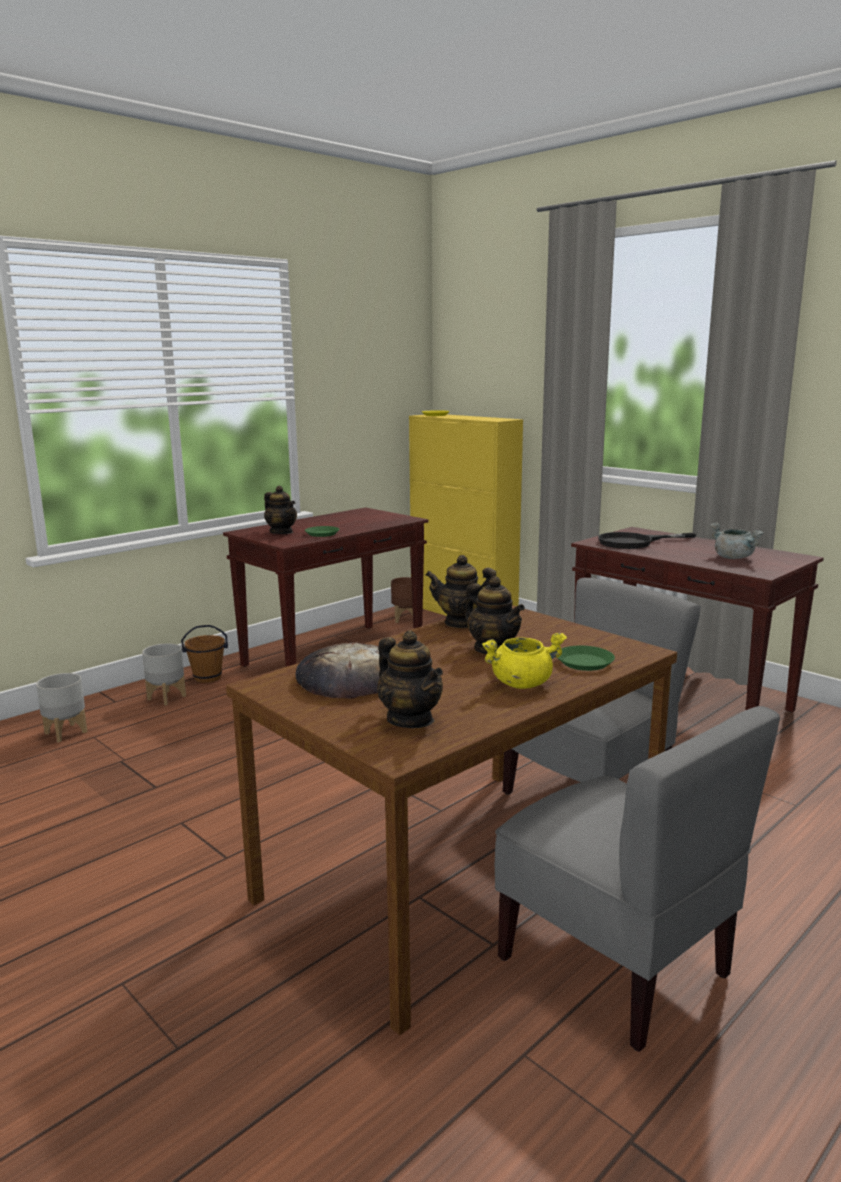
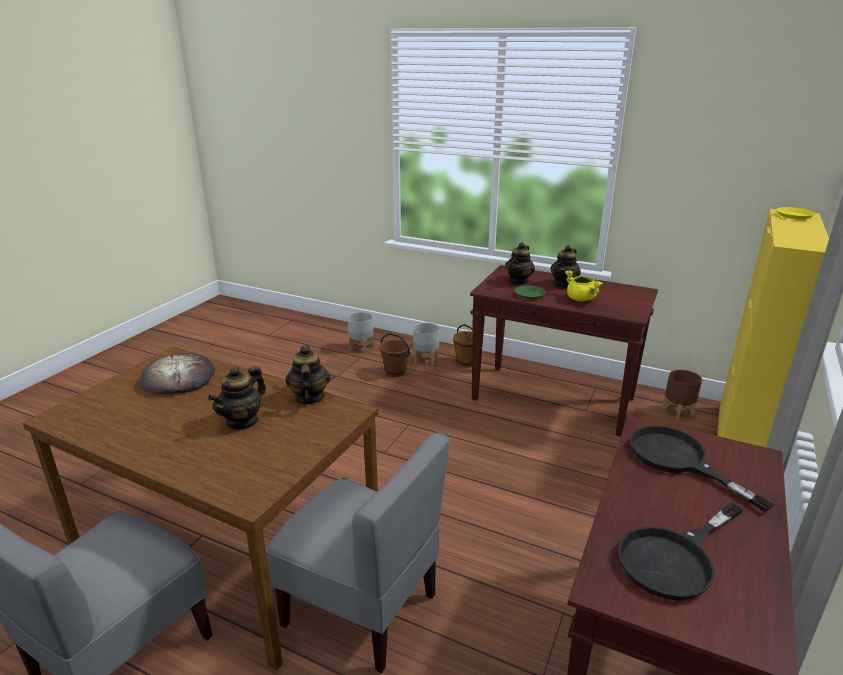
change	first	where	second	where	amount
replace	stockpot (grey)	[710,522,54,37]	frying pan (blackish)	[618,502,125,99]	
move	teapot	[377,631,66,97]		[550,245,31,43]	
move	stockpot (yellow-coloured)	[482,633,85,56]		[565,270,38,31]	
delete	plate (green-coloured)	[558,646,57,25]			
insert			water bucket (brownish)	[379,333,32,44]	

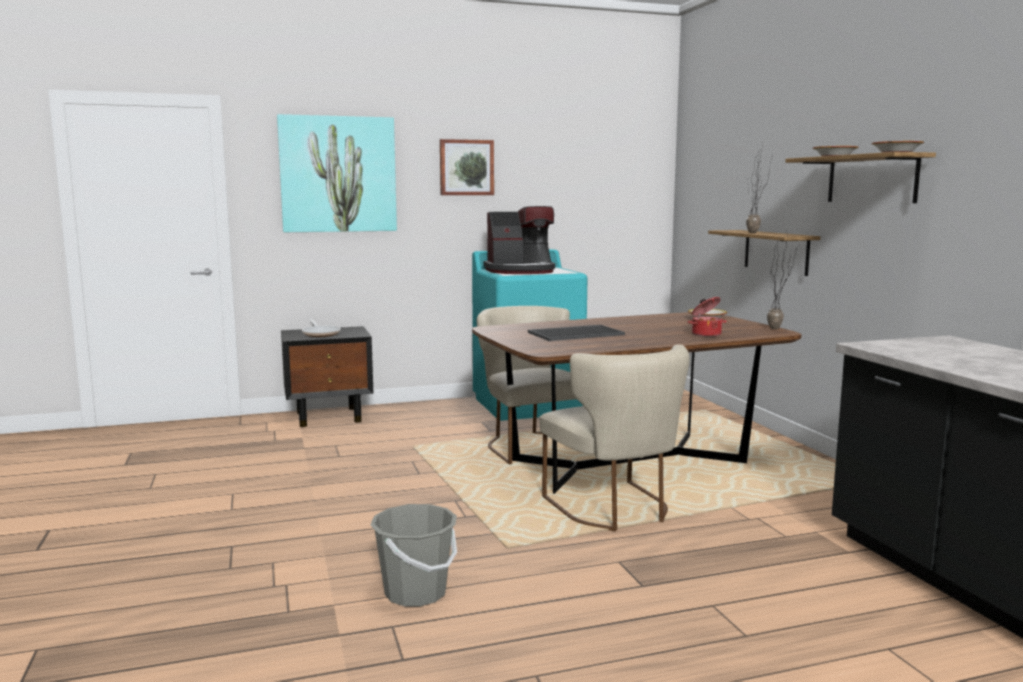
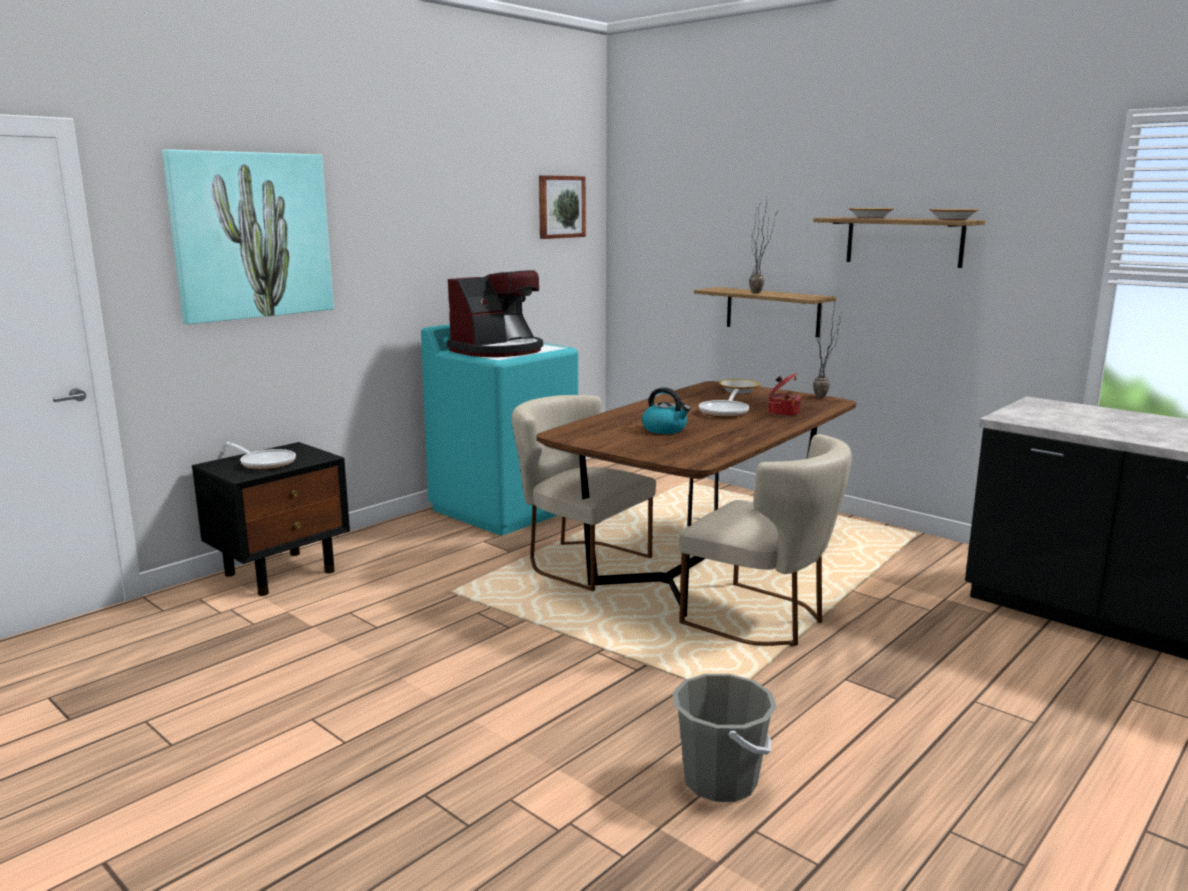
change	first	where	second	where	amount
move	wall picture	[440,139,54,56]		[539,175,47,64]	
replace	serving tray	[528,325,97,16]	tea kettle	[642,387,49,47]	
insert			frying pan	[699,389,50,28]	

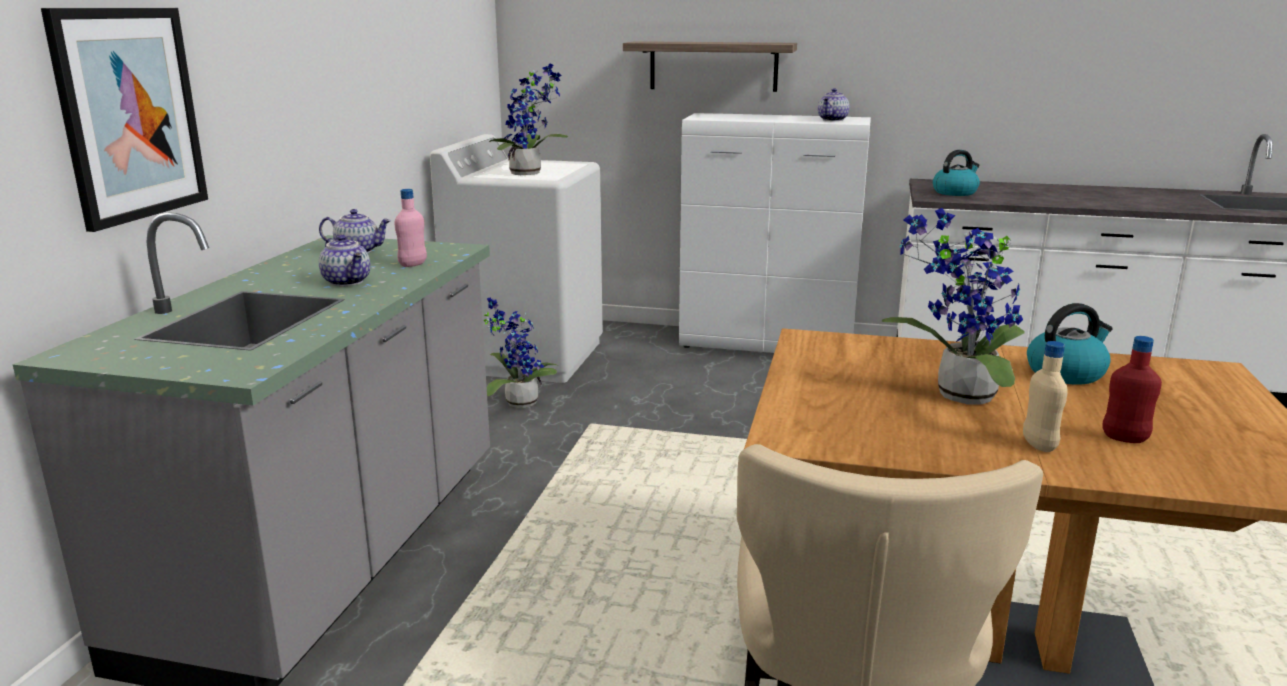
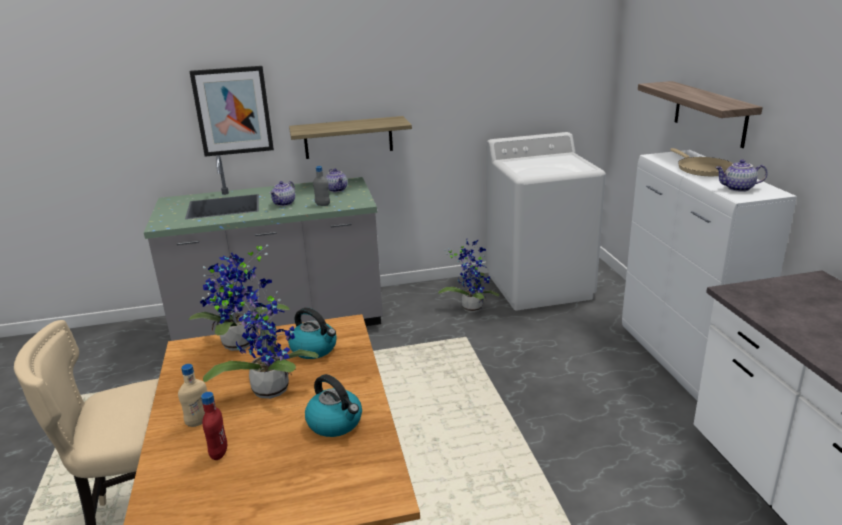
change	first	where	second	where	amount
move	plant in a pot	[489,63,79,112]		[188,244,102,107]	
move	tea kettle	[933,150,47,46]		[288,308,49,51]	
recolor	beverage bottle (pink)	[395,189,32,78]	beverage bottle (grey)	[313,166,17,40]	
insert			bracket shelf	[289,116,123,43]	
insert			frying pan (beige-coloured)	[670,148,63,28]	

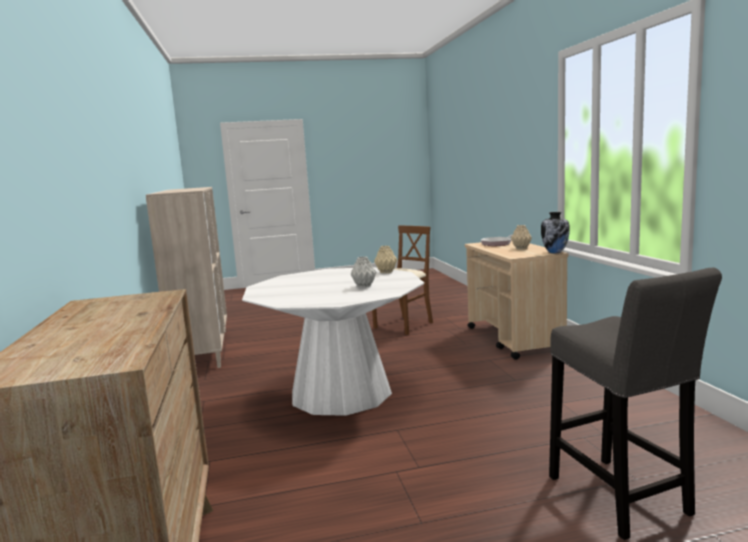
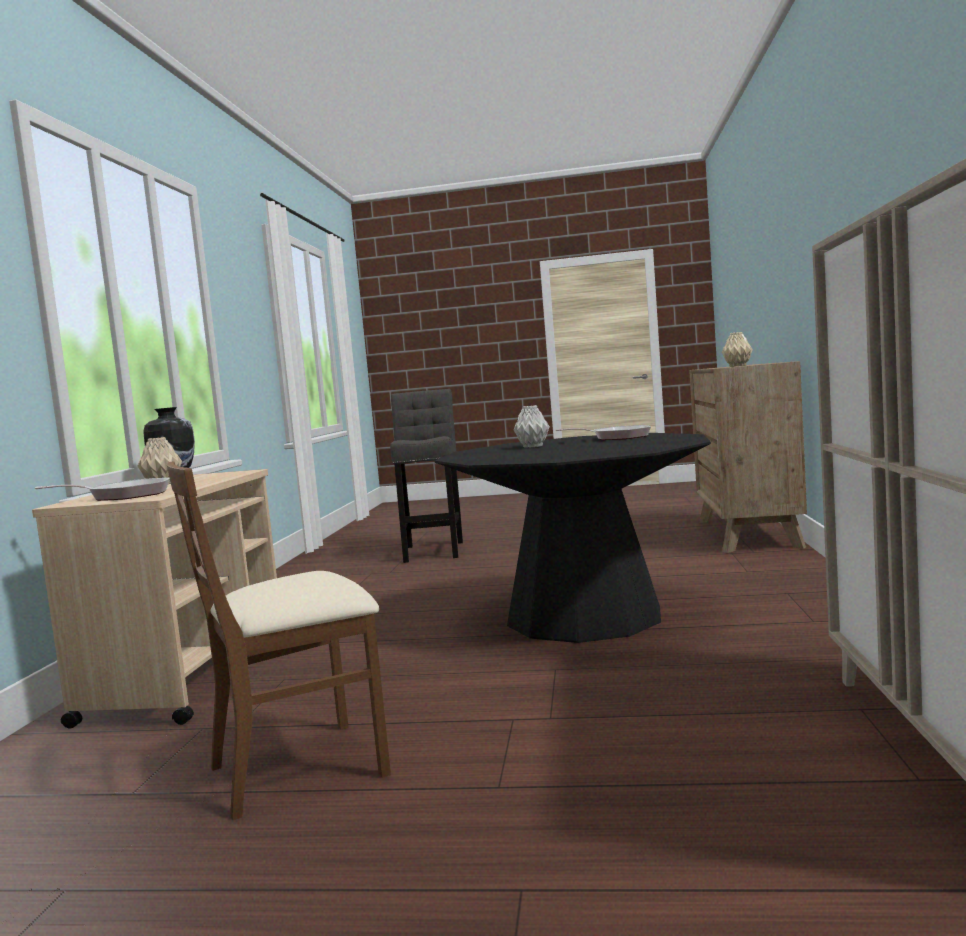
change	first	where	second	where	amount
move	decorative vase (beige-coloured)	[374,246,23,27]		[722,332,31,35]	
recolor	dinner table (white)	[242,267,182,149]	dinner table (blackish)	[434,433,277,210]	
insert			frying pan	[555,425,96,15]	

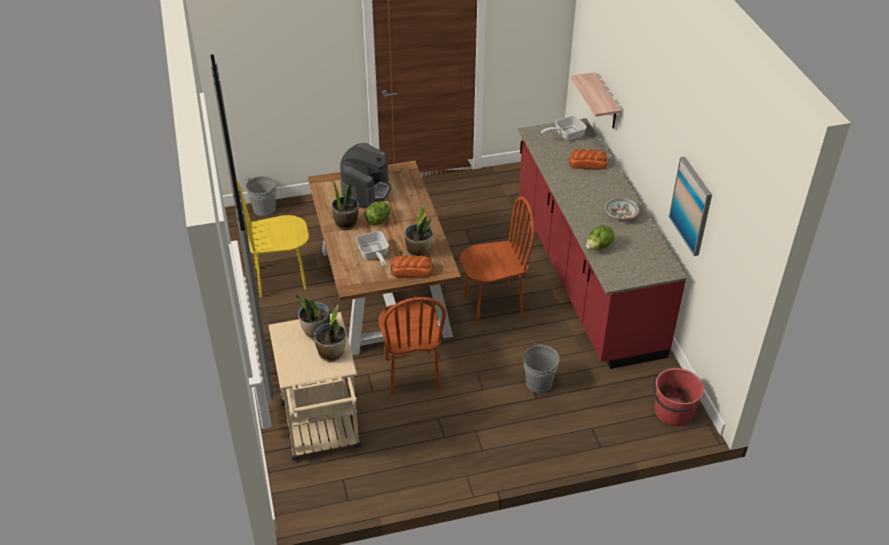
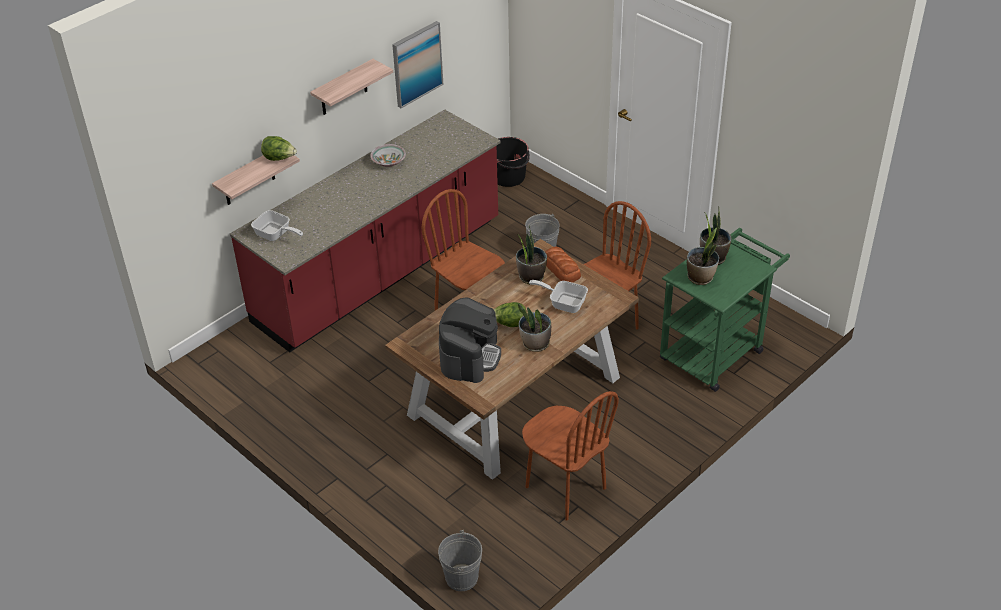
change	first	where	second	where	amount
rotate	coffee brewer	[340,143,51,66]		[439,297,62,86]	120 degrees clockwise
delete	bakery bread	[569,149,38,20]			
recolor	plain chair (yellow-coloured)	[237,181,72,117]	plain chair (brownish)	[522,391,97,130]	
move	lettuce	[586,225,29,25]		[261,136,36,25]	
rotate	frying pan	[356,231,33,35]		[529,280,59,33]	105 degrees counterclockwise
recolor	cart (beige-coloured)	[268,312,93,149]	cart (green-coloured)	[660,228,130,164]	
recolor	water bucket (red-coloured)	[653,368,51,58]	water bucket (blackish)	[497,137,33,50]	
insert			bracket shelf	[310,59,83,56]	

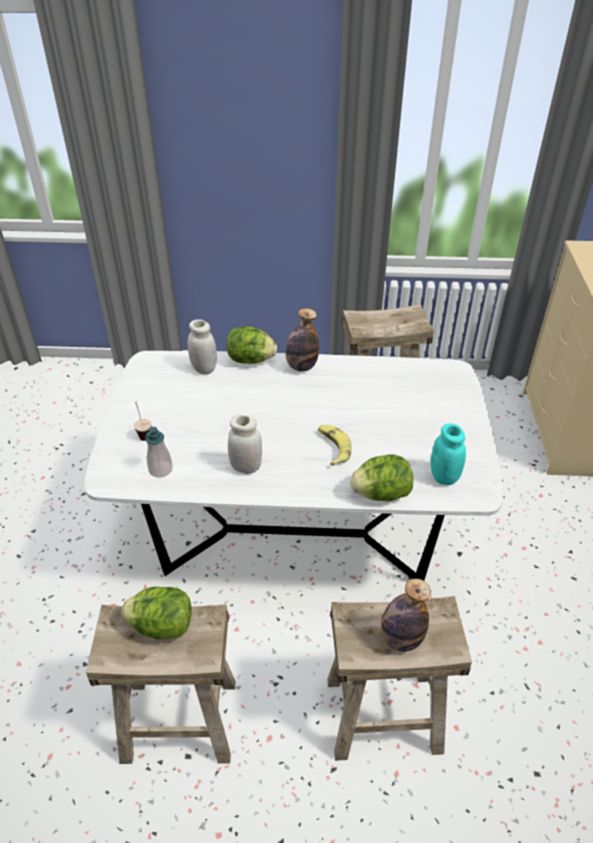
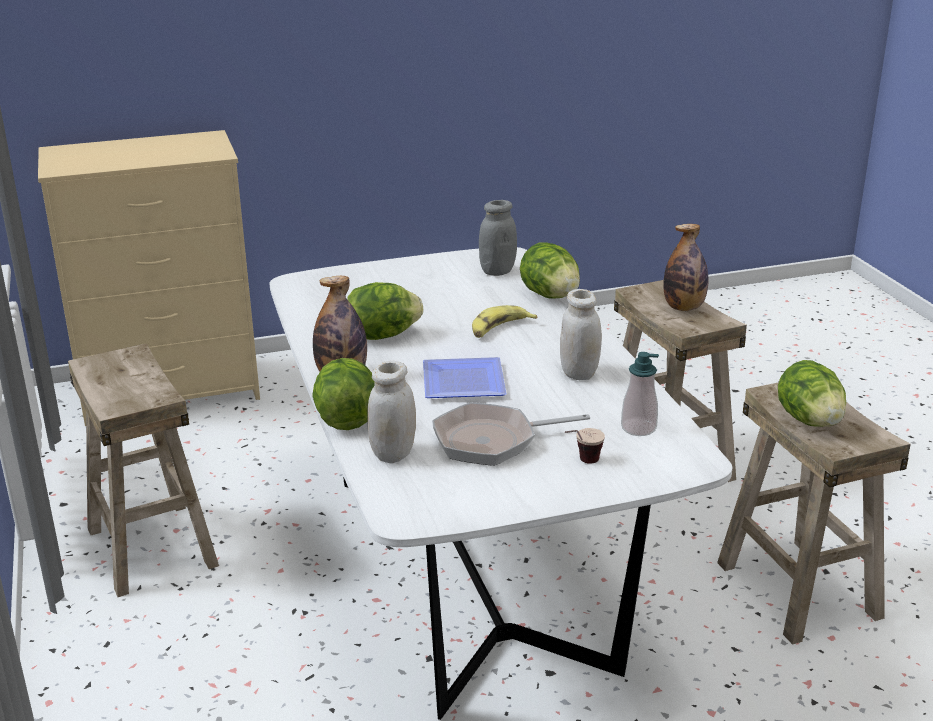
change	first	where	second	where	amount
recolor	storage jar (turquoise)	[431,423,35,62]	storage jar (grey)	[479,200,38,76]	
insert			lettuce	[347,282,76,58]	
insert			plate	[423,357,83,41]	
insert			frying pan	[432,402,158,64]	

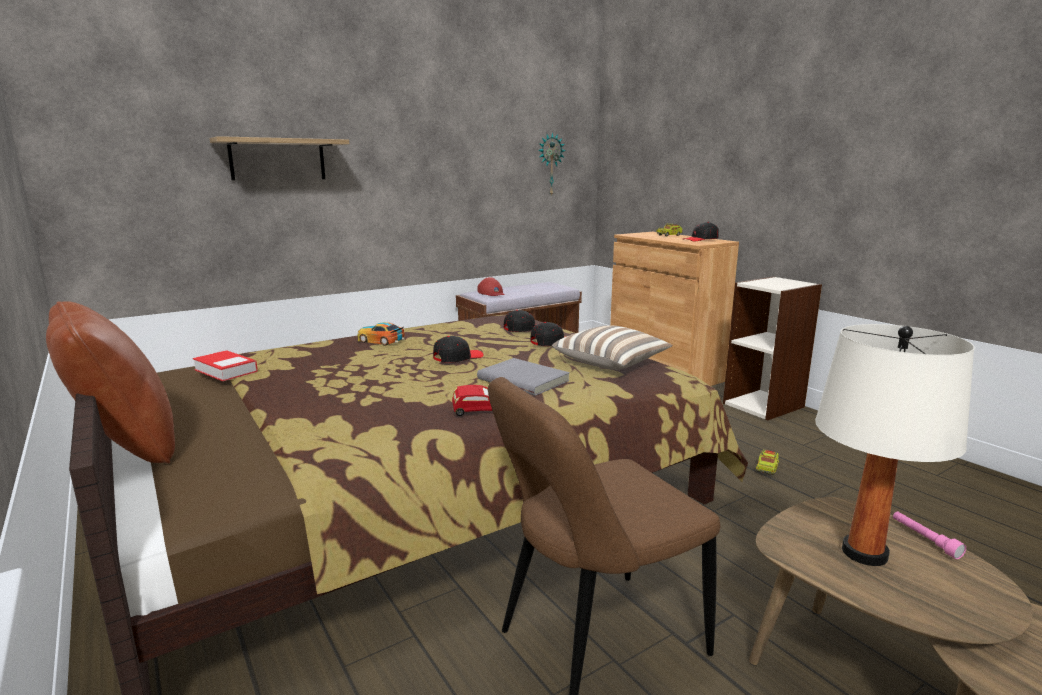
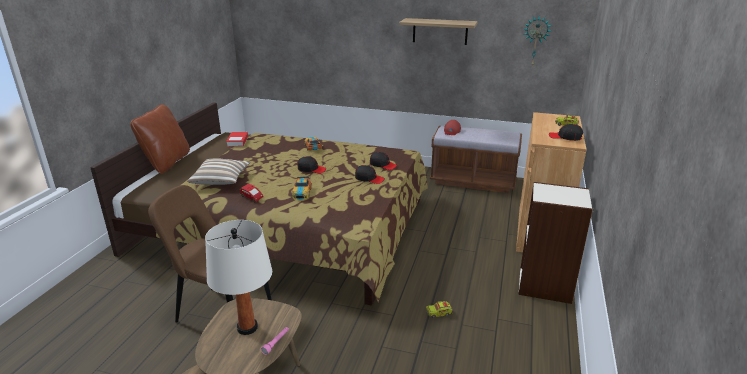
change	first	where	second	where	amount
move	bracket shelf	[210,136,139,44]		[399,18,79,27]	
move	cushion	[552,325,120,45]		[187,158,63,27]	
replace	book (grey)	[477,358,93,38]	toy car	[292,177,20,23]	

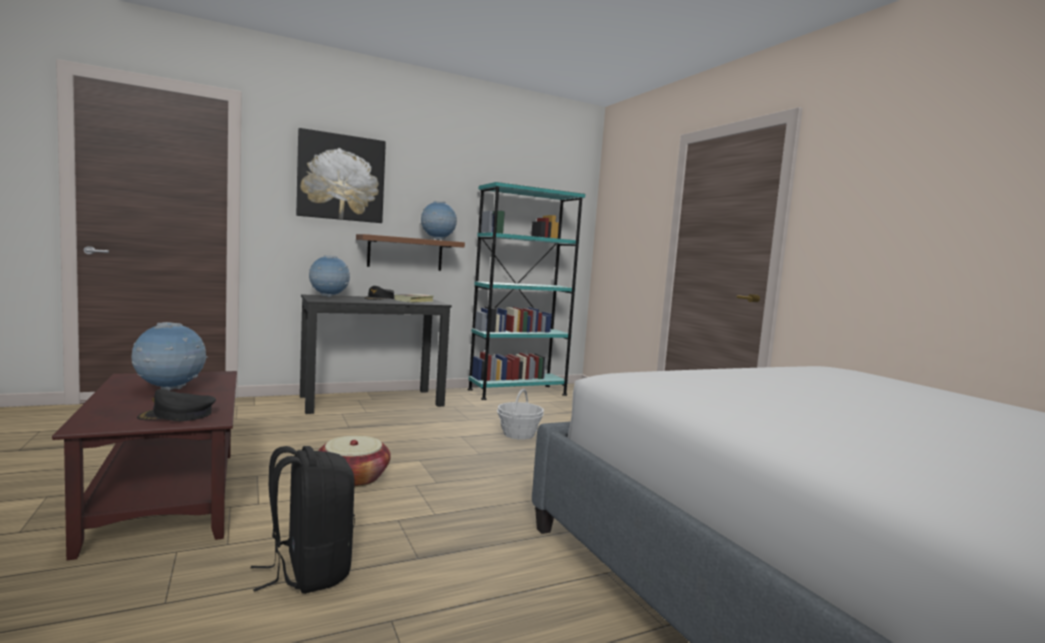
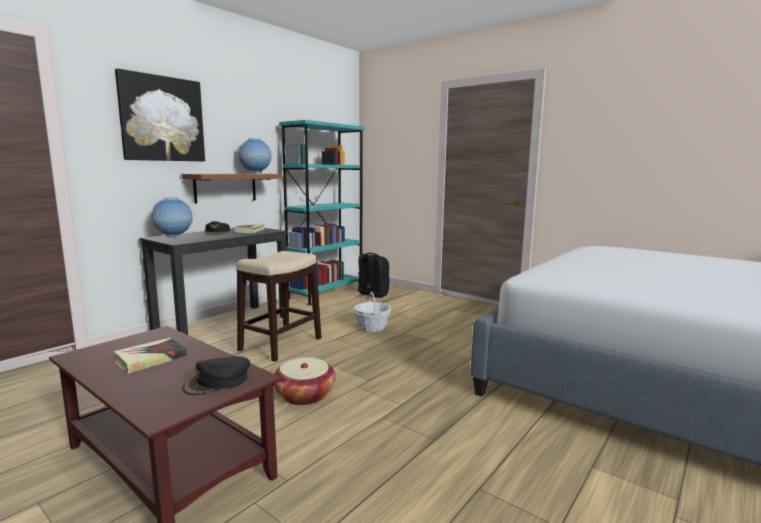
change	first	where	second	where	amount
replace	globe	[131,322,77,69]	book	[113,338,75,36]	
move	knapsack (blackish)	[250,446,105,148]		[356,253,34,46]	
insert			sitting stool	[236,251,85,111]	

